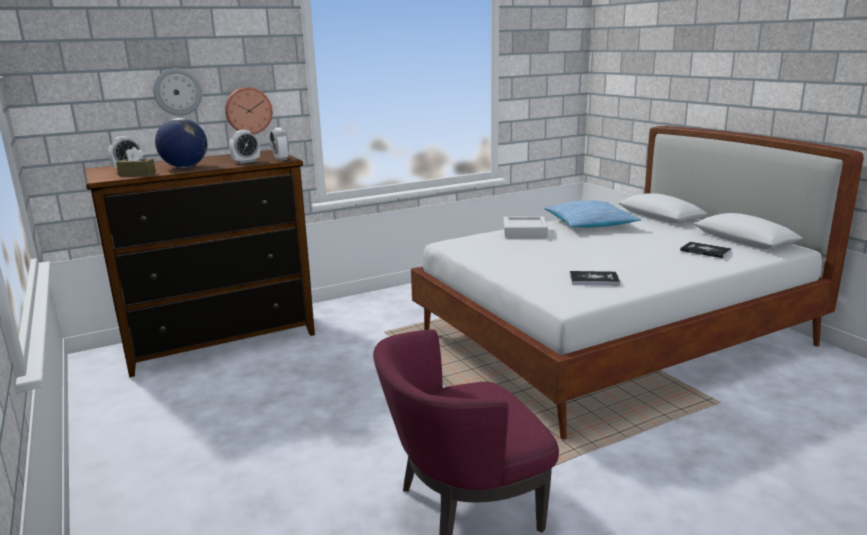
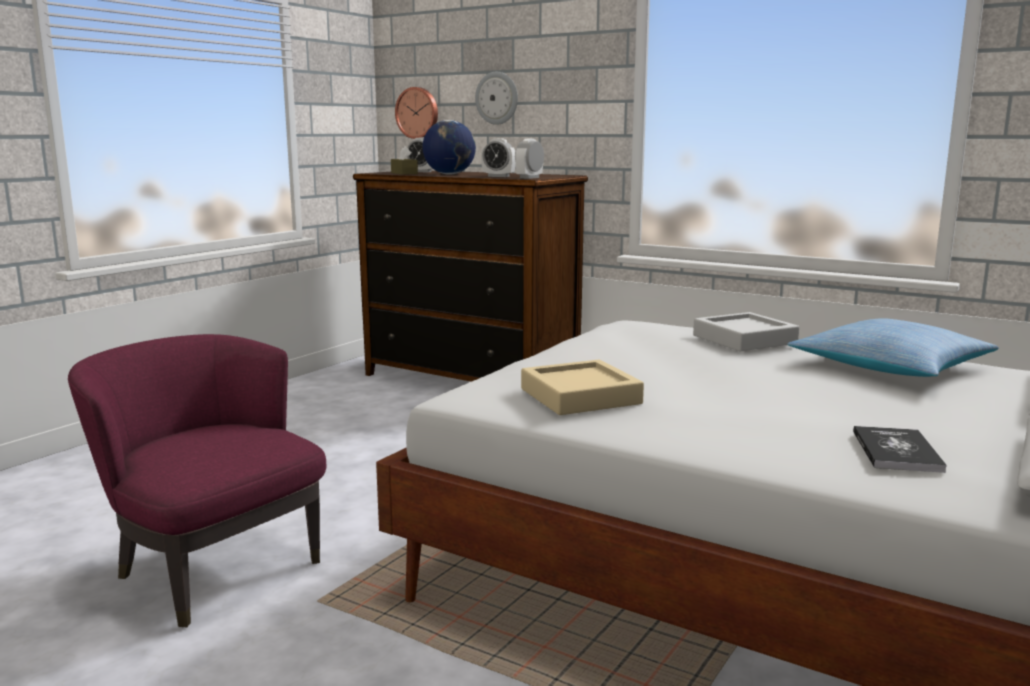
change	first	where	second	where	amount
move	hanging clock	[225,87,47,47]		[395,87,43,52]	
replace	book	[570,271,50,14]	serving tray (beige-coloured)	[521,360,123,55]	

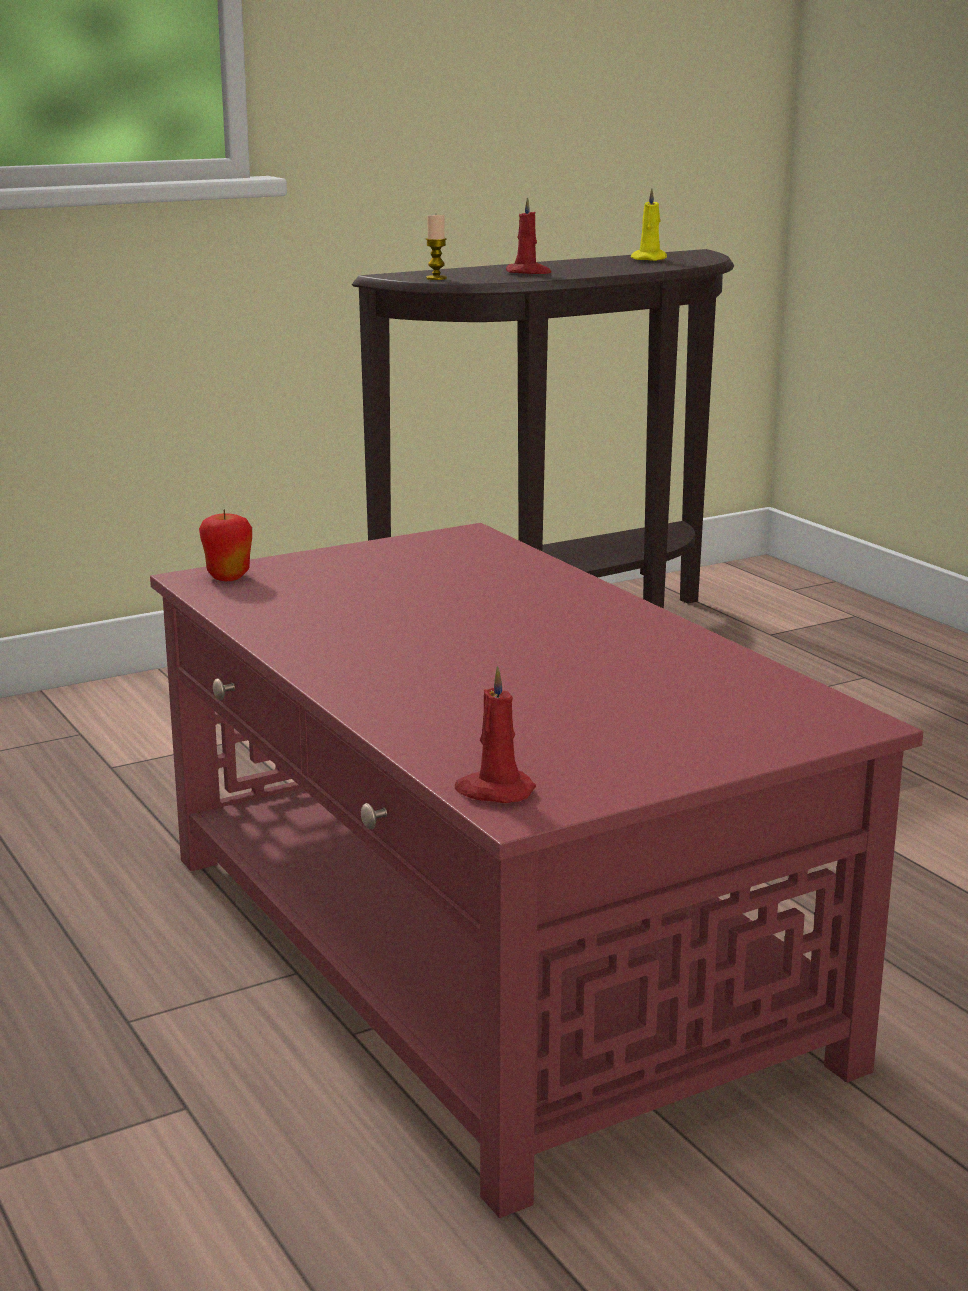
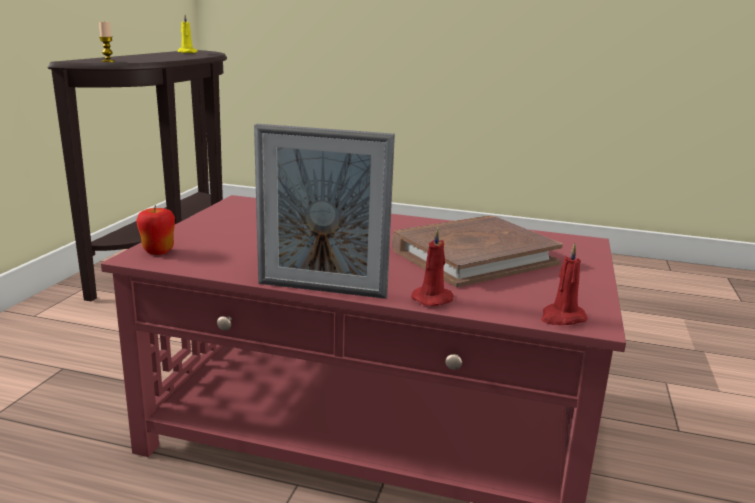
change	first	where	second	where	amount
move	wax candle (red-coloured)	[506,197,45,77]		[411,228,43,78]	
insert			standing frame	[254,124,141,175]	
insert			book (brownish)	[392,215,171,72]	

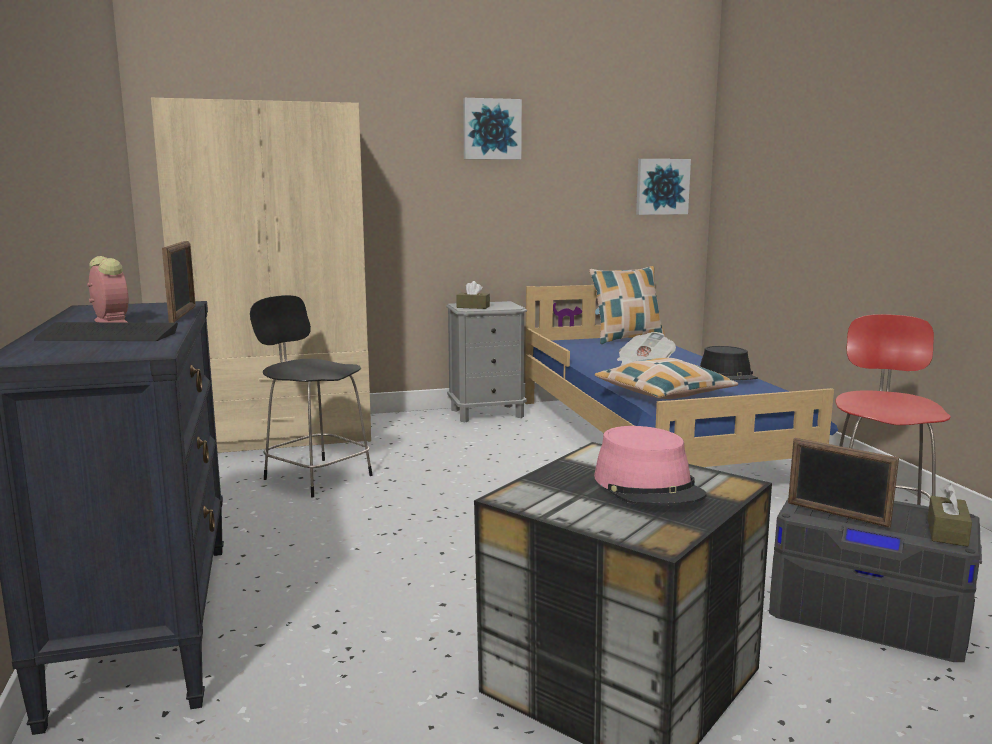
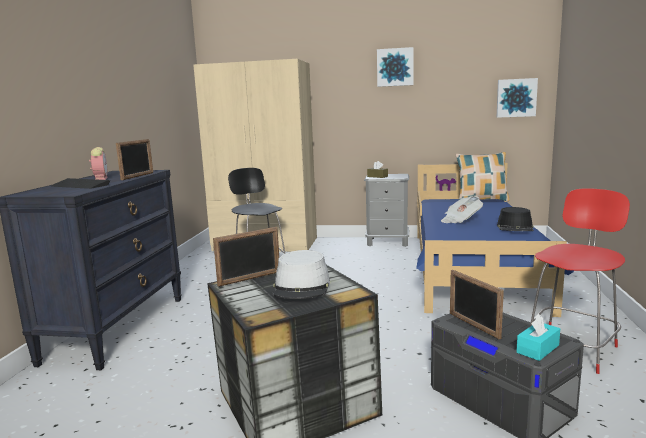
change	first	where	second	where	amount
delete	cushion	[595,358,143,41]			
recolor	clothing hat (pink)	[594,426,113,79]	clothing hat (grey)	[272,250,58,49]	
recolor	tissue holder (brownish)	[928,484,44,63]	tissue holder (turquoise)	[516,314,44,47]	
insert			standing frame	[213,227,66,60]	

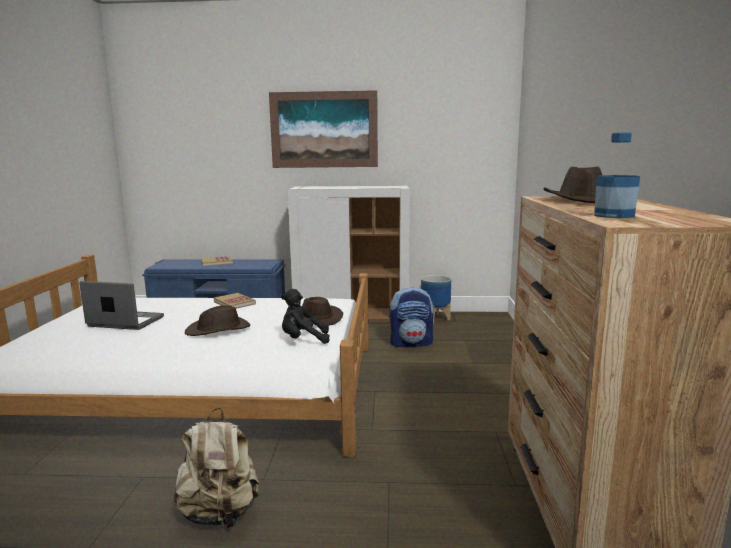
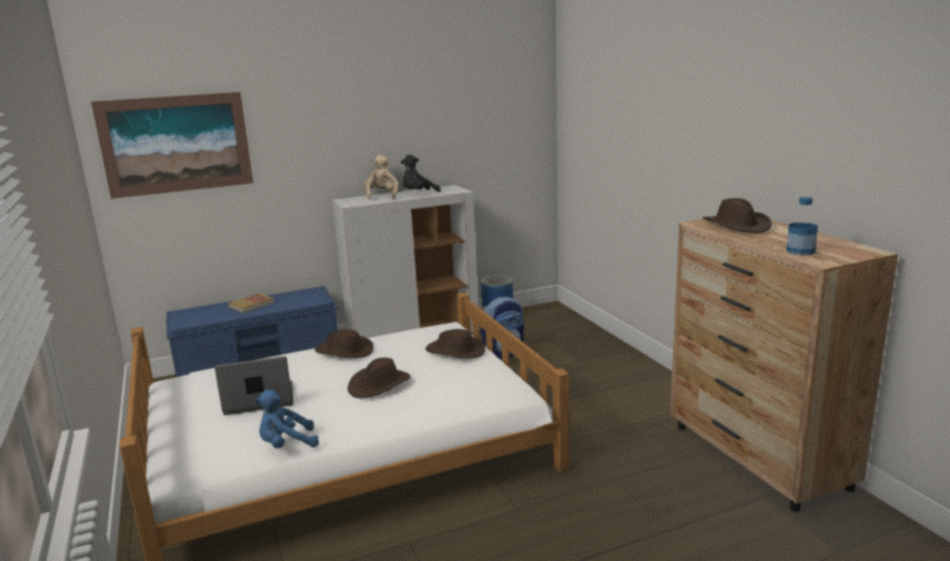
change	first	where	second	where	amount
move	wall picture	[269,90,109,78]		[91,92,162,107]	
move	plush toy (blackish)	[281,289,49,55]		[401,155,40,37]	
replace	book	[214,293,42,16]	clothing hat (brownish)	[315,329,59,29]	
delete	knapsack (beige-coloured)	[174,408,86,120]			
insert			plush toy (beige-coloured)	[364,155,34,44]	
insert			plush toy (bluish)	[255,390,64,58]	

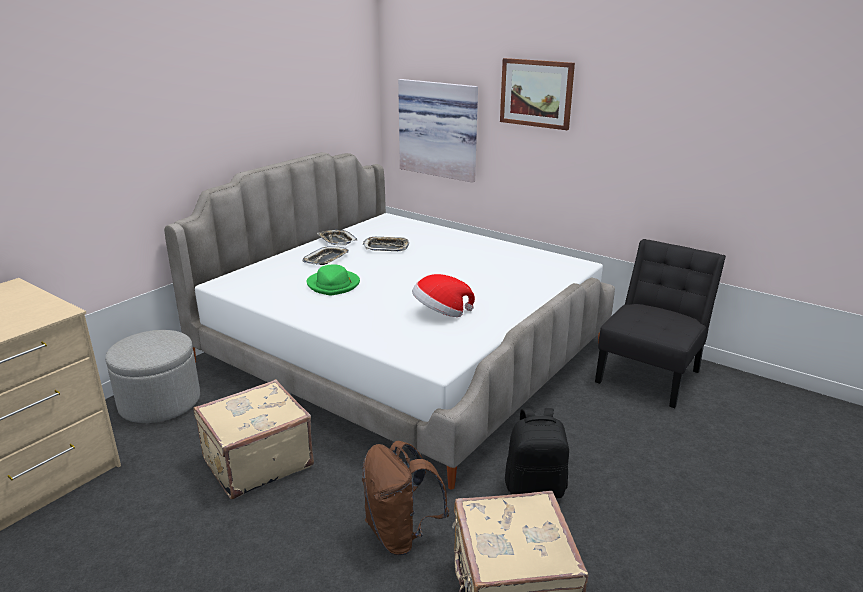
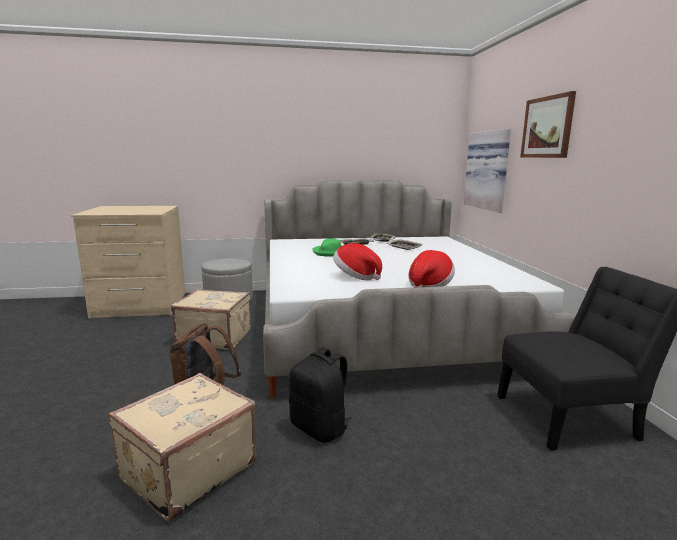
change	first	where	second	where	amount
insert			clothing hat	[408,250,47,37]	

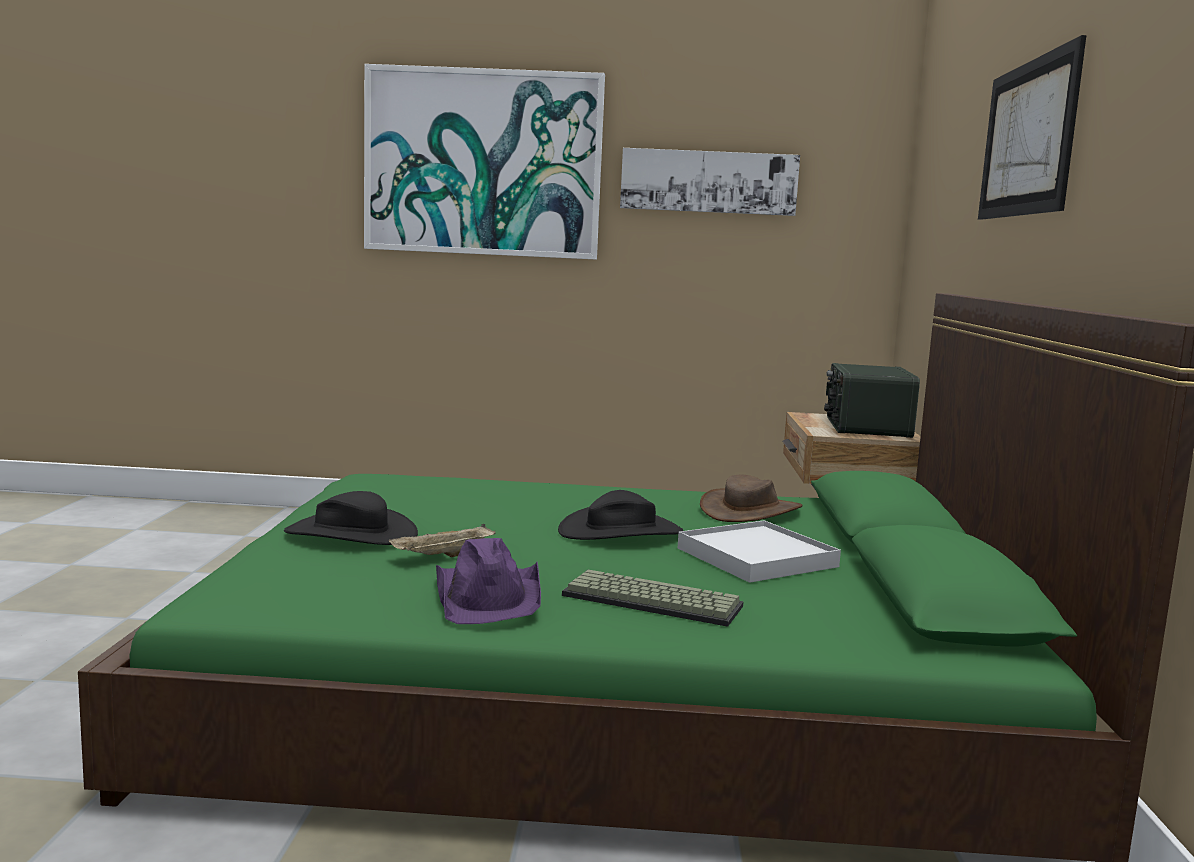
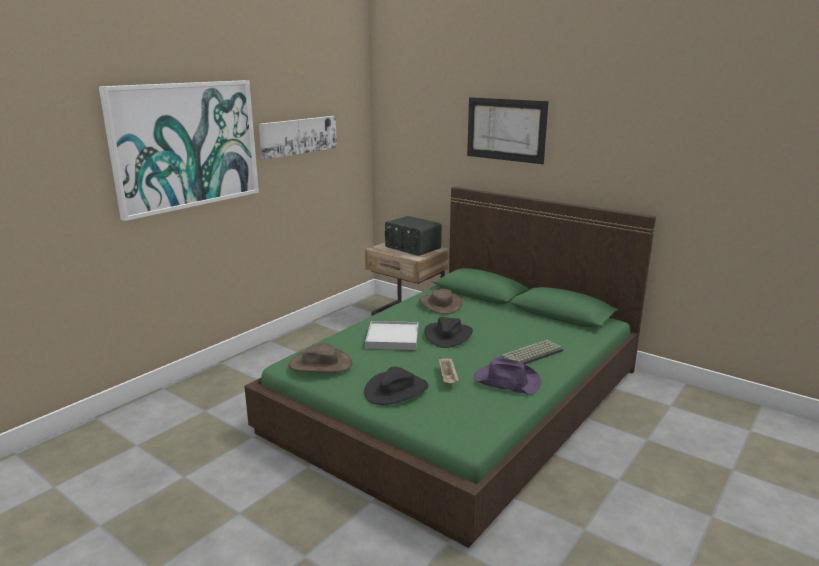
change	first	where	second	where	amount
move	serving tray (white)	[678,520,163,63]		[365,321,53,29]	
insert			clothing hat (brownish)	[288,343,64,29]	

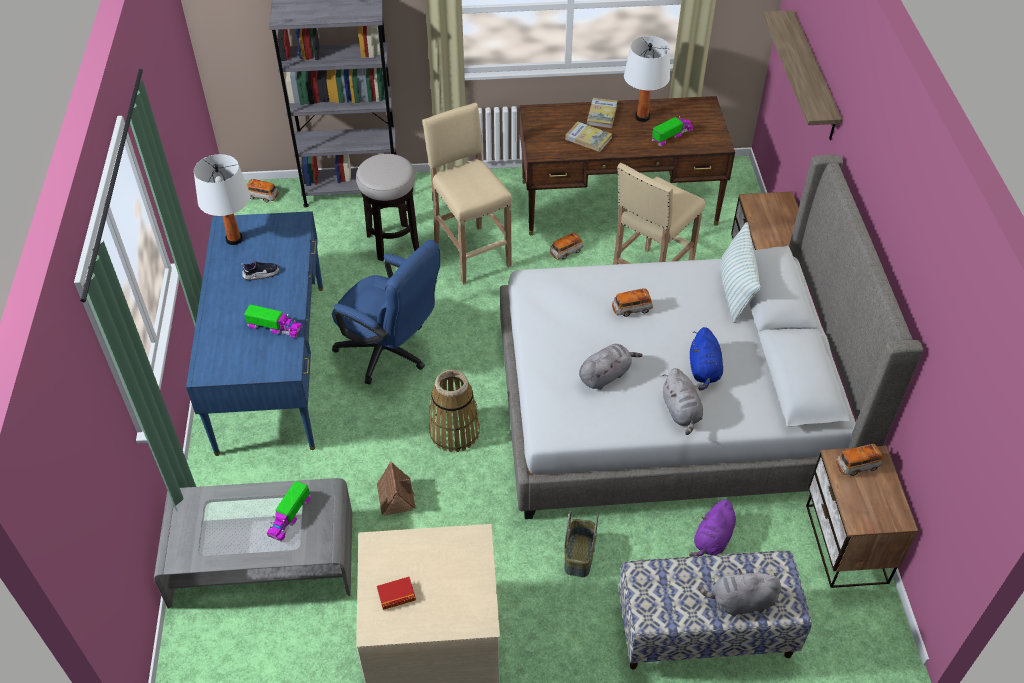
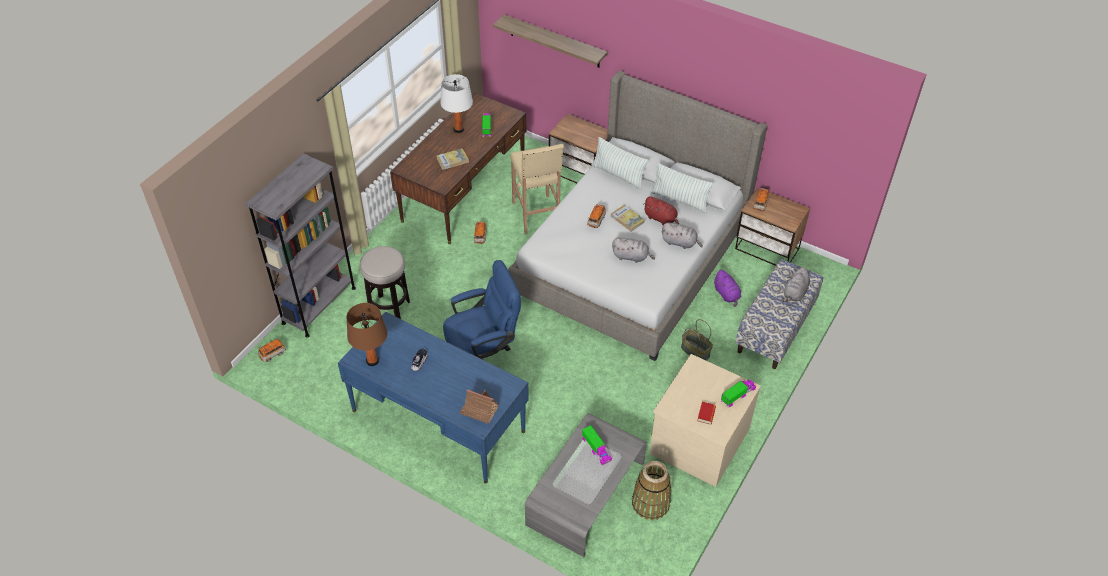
change	first	where	second	where	amount
move	book	[587,98,30,30]		[611,205,34,27]	
delete	sitting stool (beige-coloured)	[422,103,90,182]			
recolor	lamp for a table (white)	[194,154,56,91]	lamp for a table (brownish)	[346,303,41,63]	
move	toy truck	[244,304,58,34]		[721,379,35,28]	
recolor	plush toy (bluish)	[690,327,33,64]	plush toy (red-coloured)	[643,197,36,28]	
rotate	plush toy (grey)	[579,344,64,46]		[612,238,43,25]	105 degrees clockwise
move	storage basket	[429,370,51,82]		[632,461,39,59]	
move	model house	[377,461,39,54]		[459,389,40,35]	
insert			cushion	[651,163,63,50]	

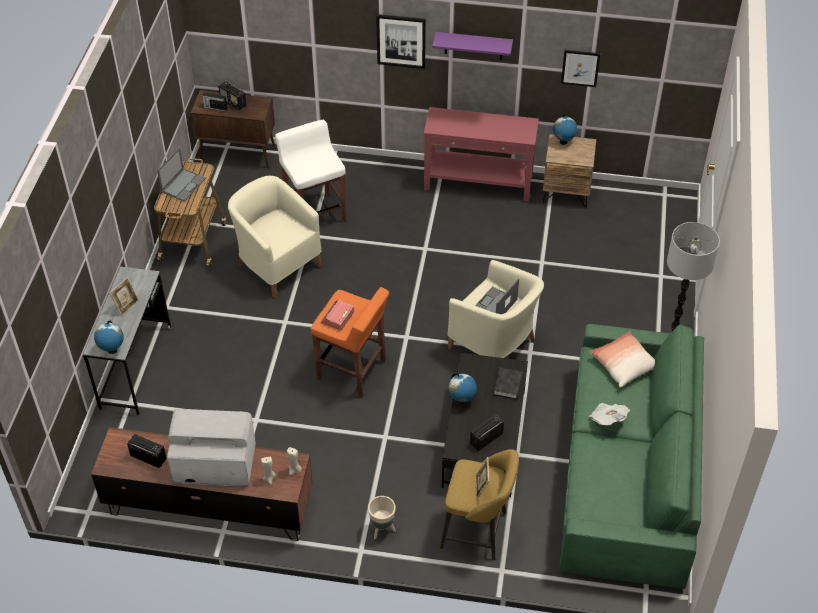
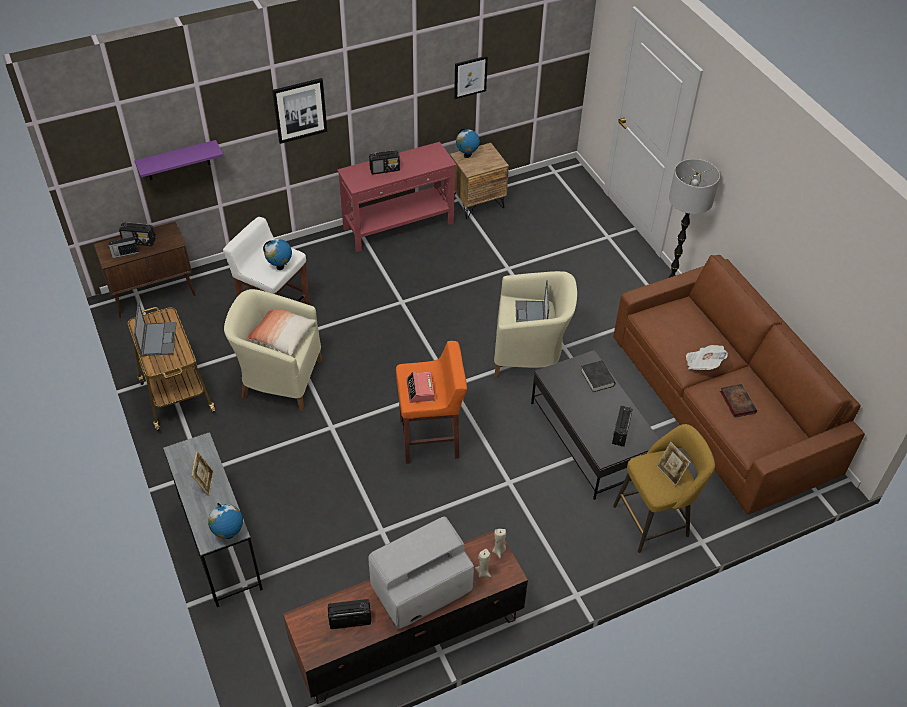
change	first	where	second	where	amount
move	bracket shelf (purple)	[432,32,81,28]		[135,140,88,40]	
recolor	couch (green-coloured)	[559,324,145,265]	couch (brownish)	[613,255,252,260]	
move	cushion	[589,331,66,56]		[248,309,68,47]	
move	globe	[448,374,29,30]		[263,239,29,31]	
delete	flower pot (beige-coloured)	[368,496,28,43]			
insert			radio receiver	[369,150,31,25]	
insert			book	[720,384,37,34]	

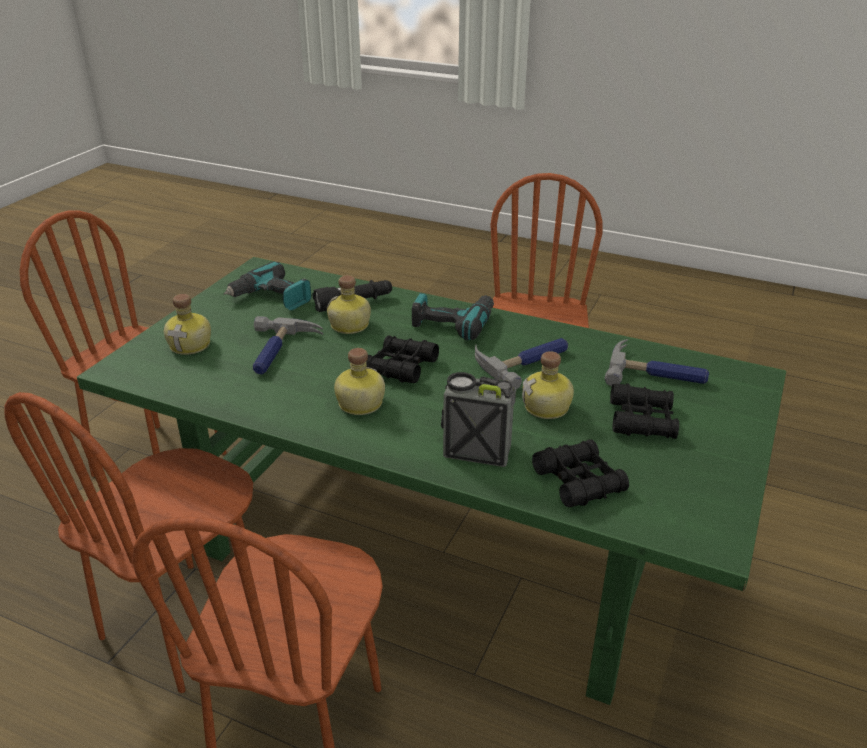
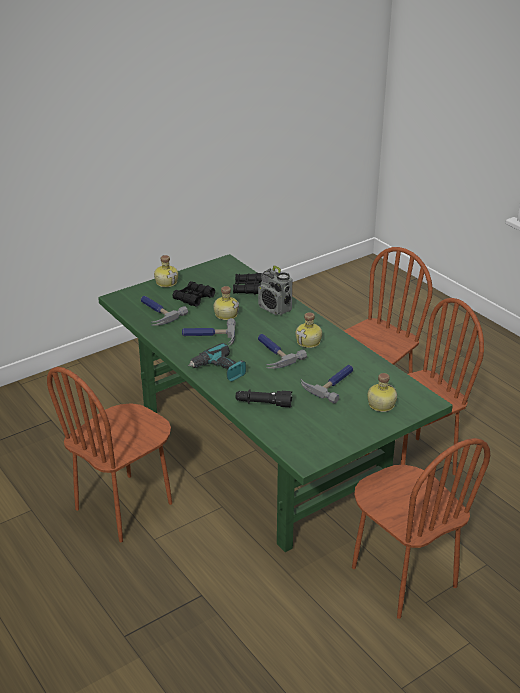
change	first	where	second	where	amount
delete	power drill	[223,261,88,49]			
move	beverage bottle	[326,275,45,59]		[154,255,24,32]	
replace	field glasses (blackish)	[366,335,73,48]	tool hammer	[258,334,49,35]	

